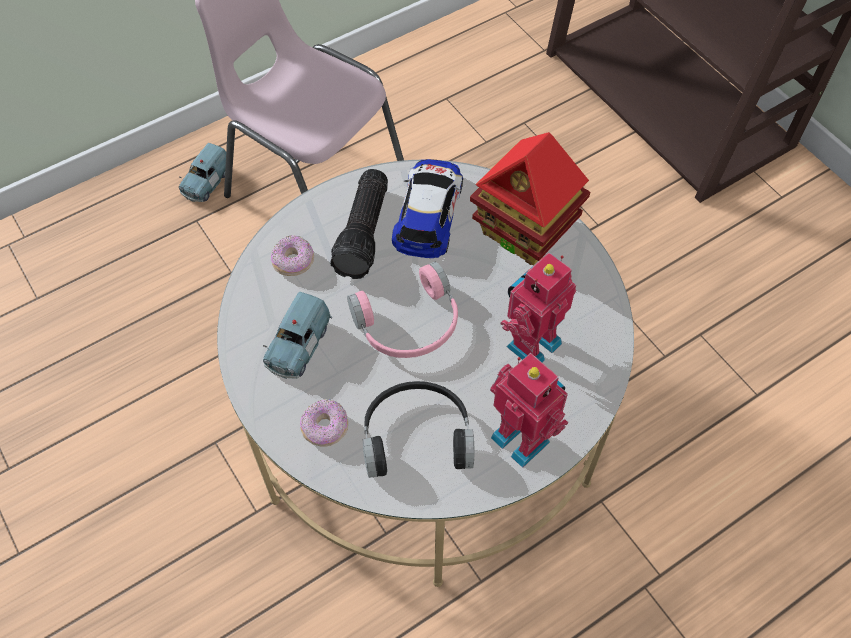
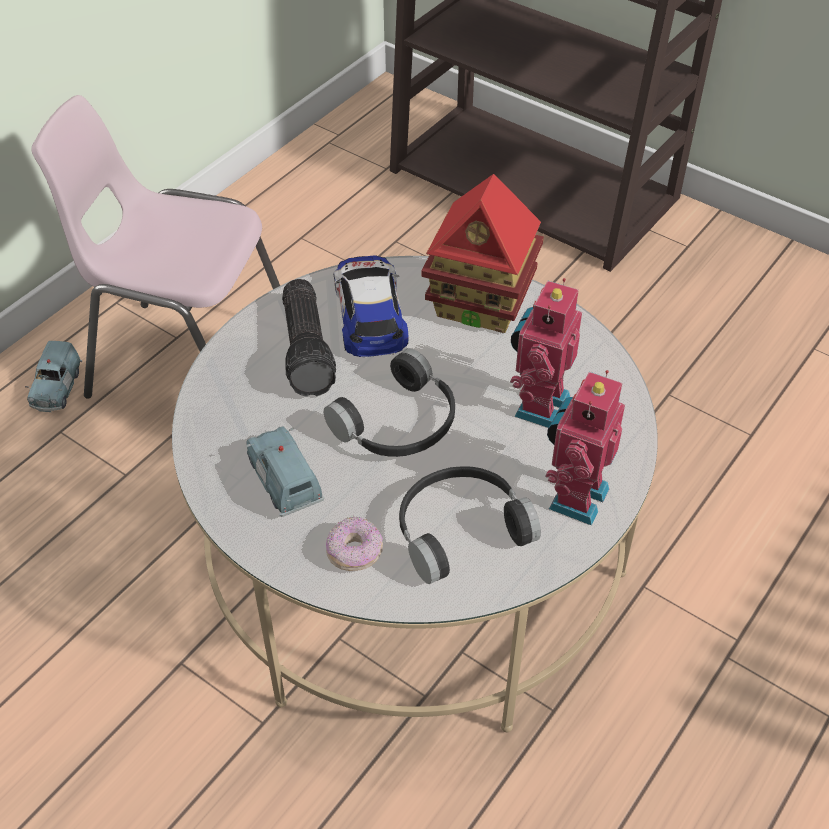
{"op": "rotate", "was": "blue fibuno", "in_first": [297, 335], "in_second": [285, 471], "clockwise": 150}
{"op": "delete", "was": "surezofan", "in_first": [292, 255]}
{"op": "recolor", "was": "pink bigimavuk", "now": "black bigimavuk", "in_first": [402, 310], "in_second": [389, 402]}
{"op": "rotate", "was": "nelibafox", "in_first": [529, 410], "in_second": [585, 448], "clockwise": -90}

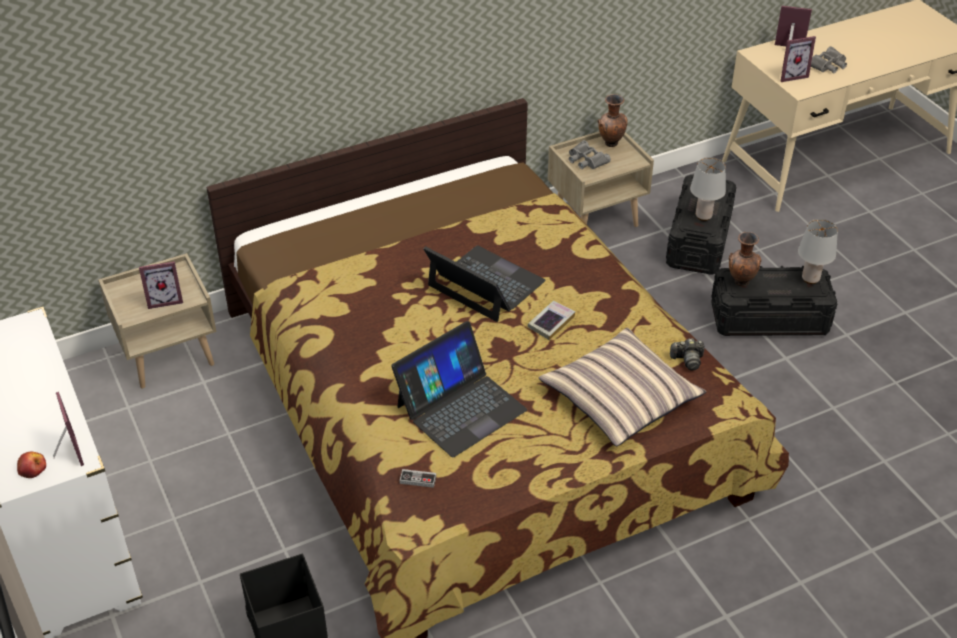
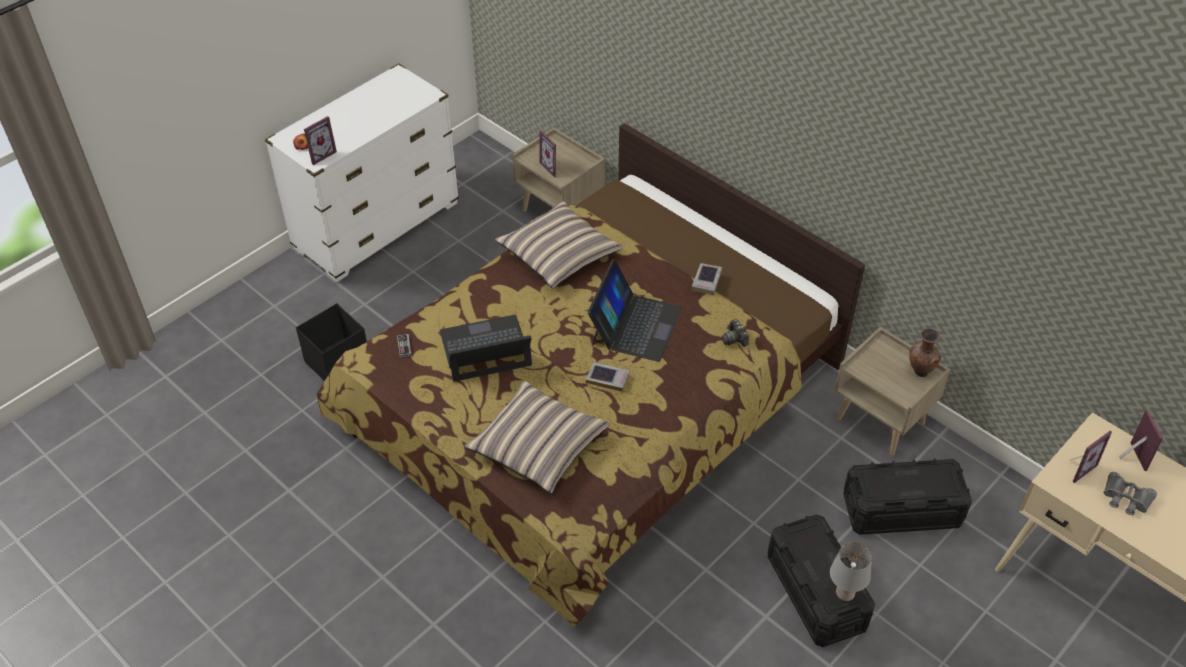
{"op": "rotate", "was": "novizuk", "in_first": [459, 389], "in_second": [486, 348], "clockwise": 135}
{"op": "delete", "was": "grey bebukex", "in_first": [590, 154]}
{"op": "move", "was": "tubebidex", "in_first": [687, 354], "in_second": [735, 333]}
{"op": "delete", "was": "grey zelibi", "in_first": [708, 189]}
{"op": "delete", "was": "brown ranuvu", "in_first": [745, 259]}
{"op": "rotate", "was": "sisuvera", "in_first": [798, 59], "in_second": [1090, 457], "clockwise": -90}
{"op": "insert", "now": "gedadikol", "in_second": [559, 245]}
{"op": "insert", "now": "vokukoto", "in_second": [707, 278]}

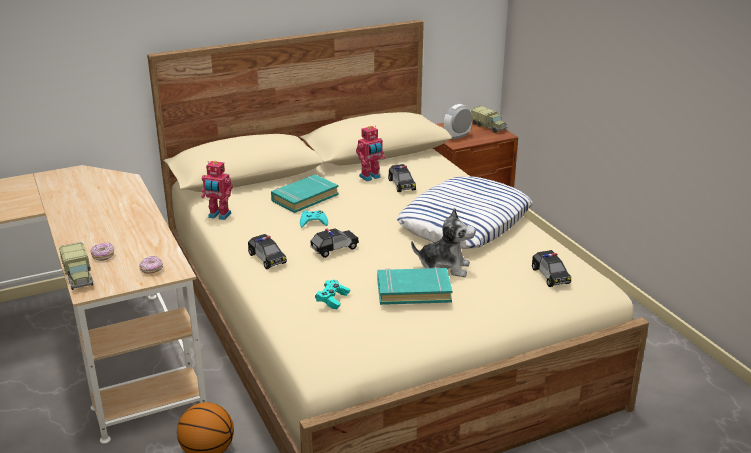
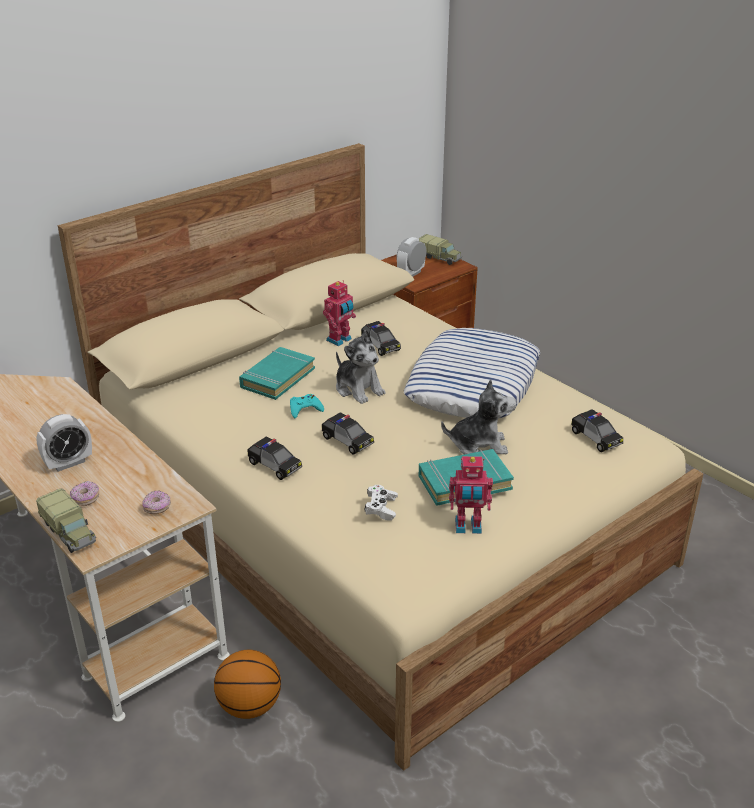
{"op": "move", "was": "nelibafox", "in_first": [217, 190], "in_second": [471, 495]}
{"op": "rotate", "was": "fibuno", "in_first": [334, 243], "in_second": [348, 433], "clockwise": 90}
{"op": "recolor", "was": "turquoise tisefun", "now": "white tisefun", "in_first": [332, 294], "in_second": [381, 502]}
{"op": "insert", "now": "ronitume", "in_second": [64, 443]}
{"op": "insert", "now": "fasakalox", "in_second": [360, 367]}

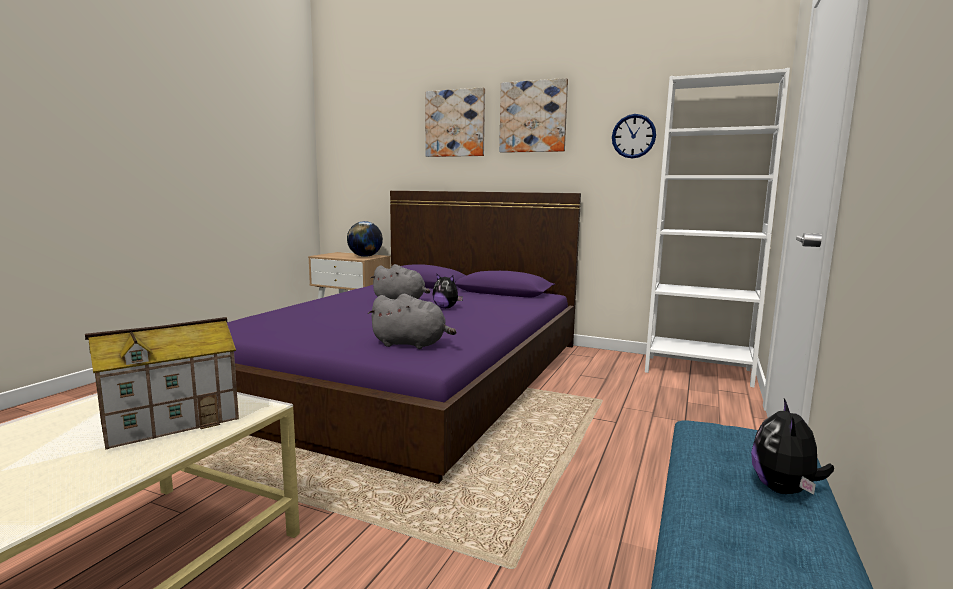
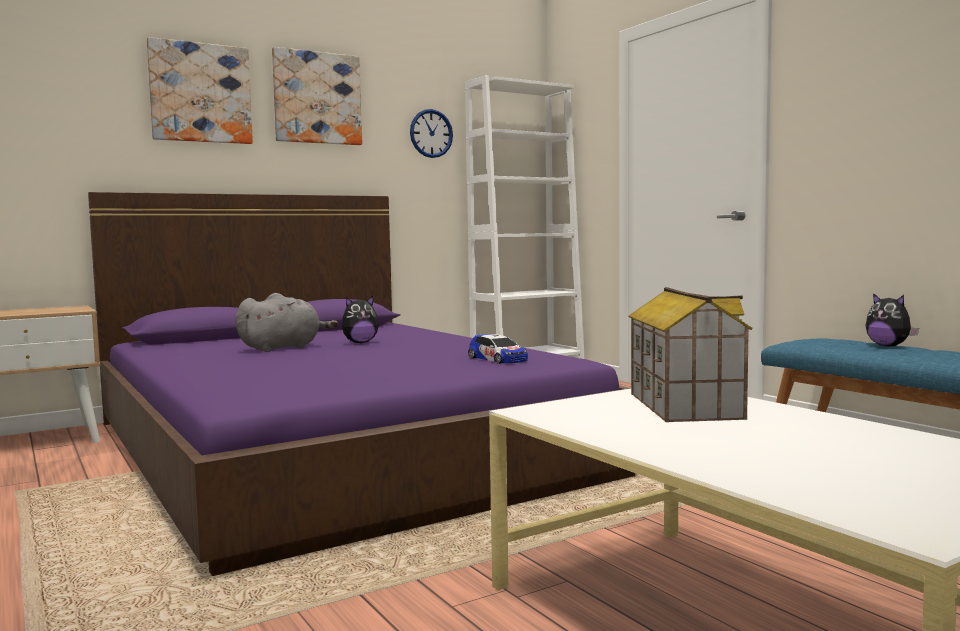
{"op": "delete", "was": "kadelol", "in_first": [365, 239]}
{"op": "replace", "was": "grey fasakalox", "now": "fibuno", "in_first": [412, 321], "in_second": [498, 349]}

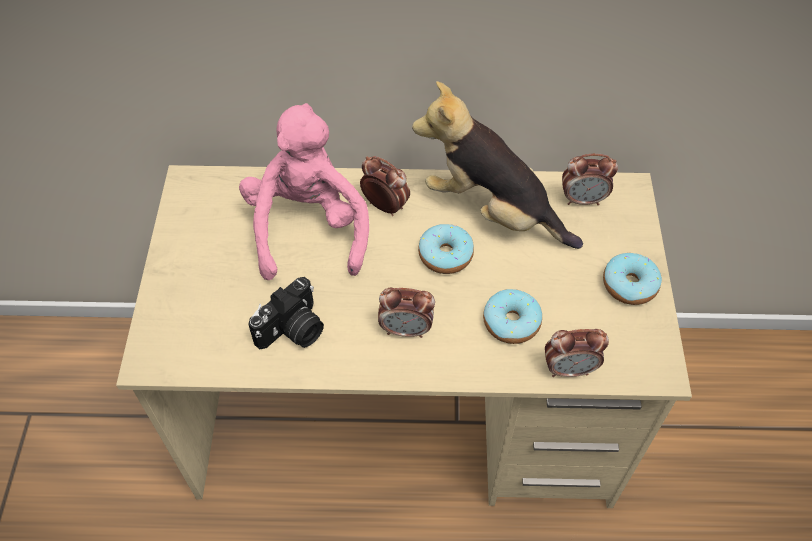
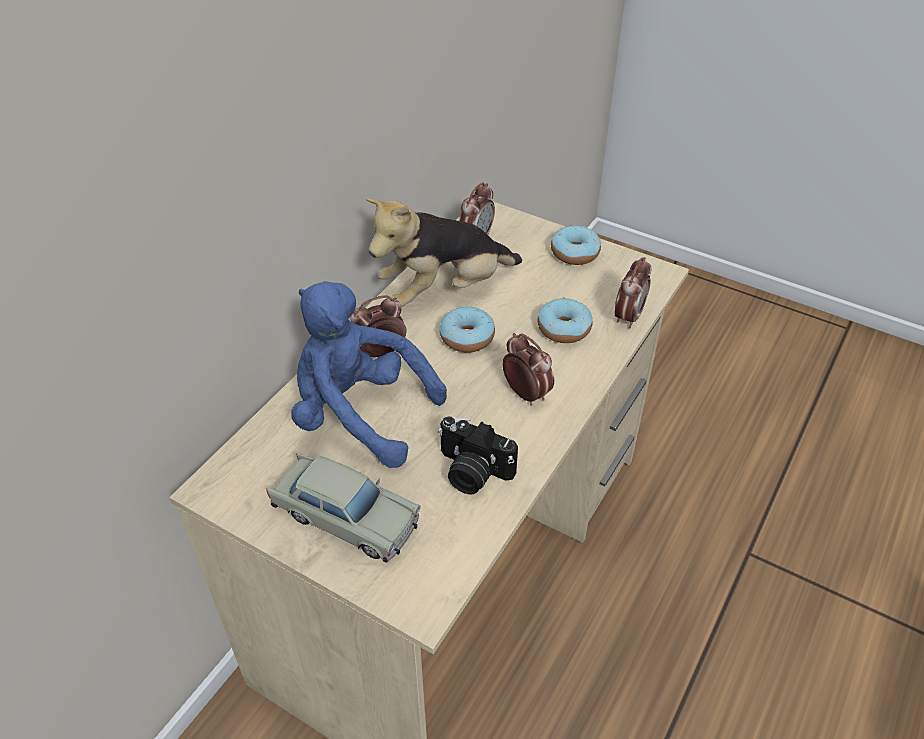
{"op": "recolor", "was": "pink fasakalox", "now": "blue fasakalox", "in_first": [304, 191], "in_second": [369, 374]}
{"op": "rotate", "was": "tubebidex", "in_first": [286, 313], "in_second": [478, 455], "clockwise": 135}
{"op": "rotate", "was": "ronitume", "in_first": [406, 313], "in_second": [528, 369], "clockwise": -75}
{"op": "insert", "now": "beige fibuno", "in_second": [343, 507]}

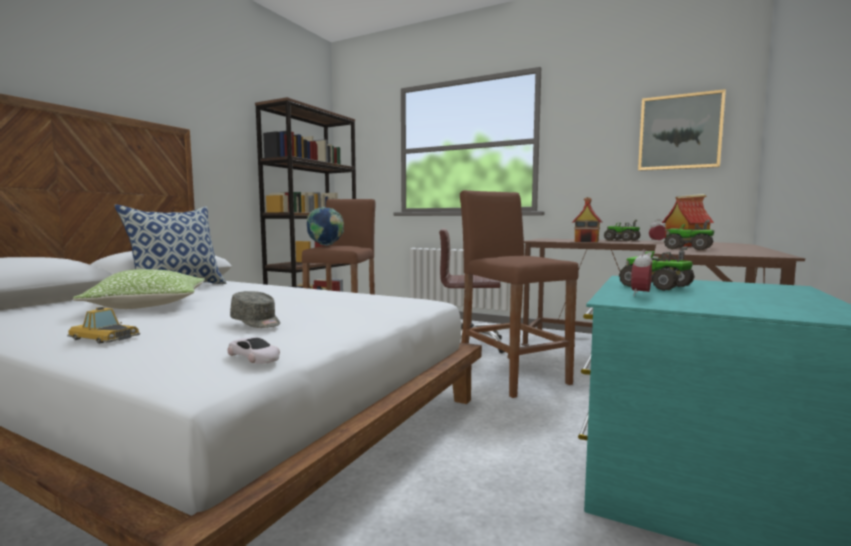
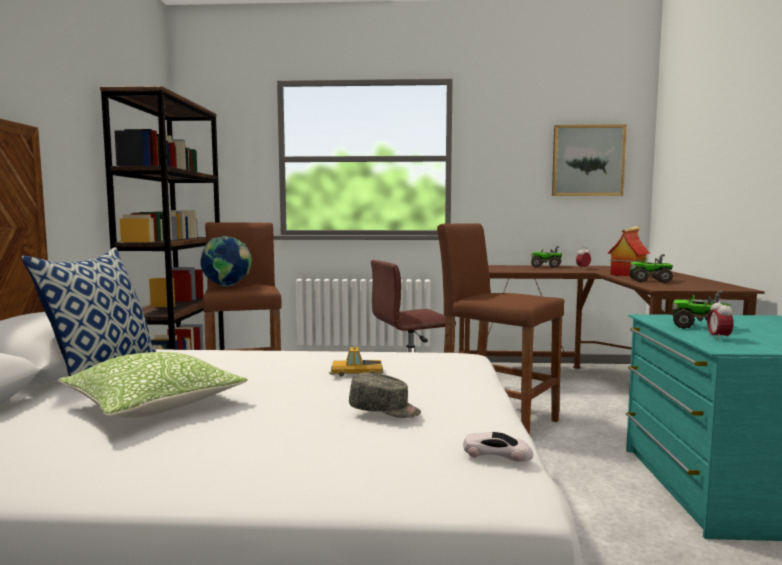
{"op": "move", "was": "fibuno", "in_first": [103, 325], "in_second": [356, 361]}
{"op": "delete", "was": "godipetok", "in_first": [587, 219]}

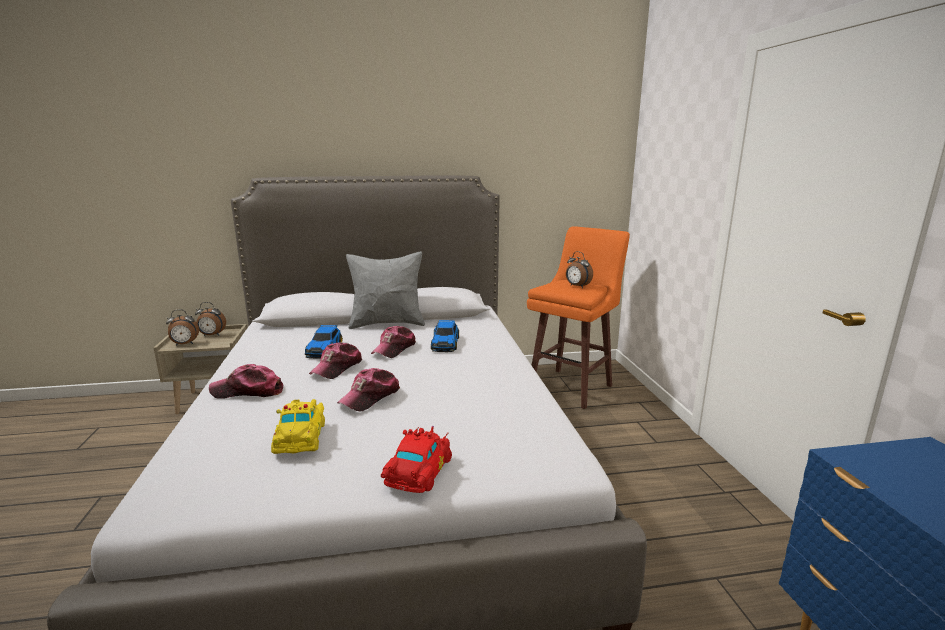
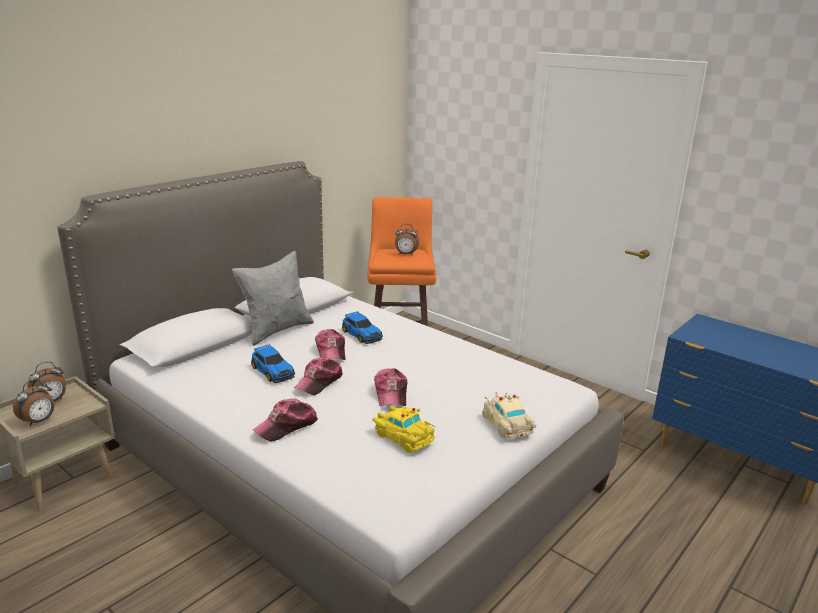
{"op": "rotate", "was": "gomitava", "in_first": [335, 360], "in_second": [318, 376], "clockwise": 45}
{"op": "recolor", "was": "red fibuno", "now": "beige fibuno", "in_first": [416, 459], "in_second": [509, 415]}

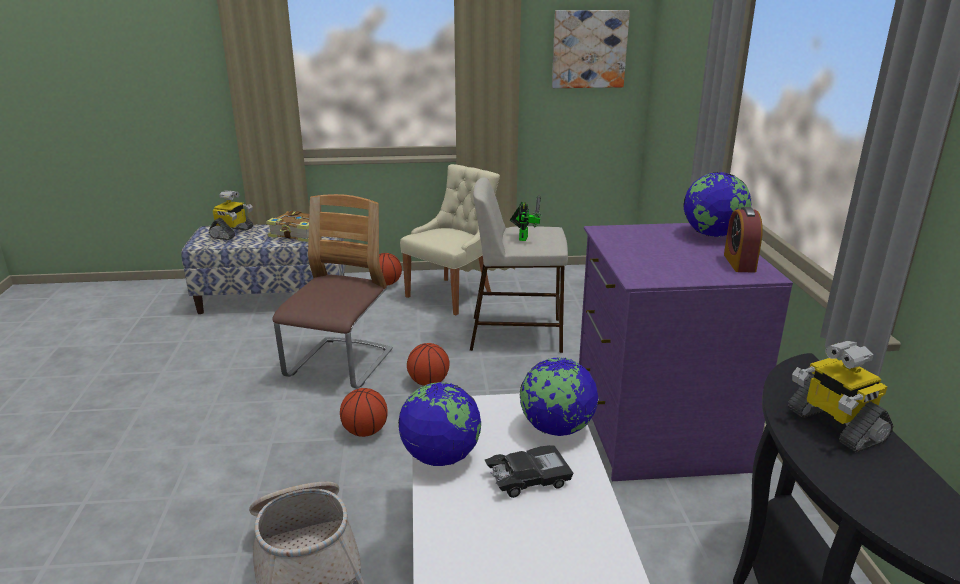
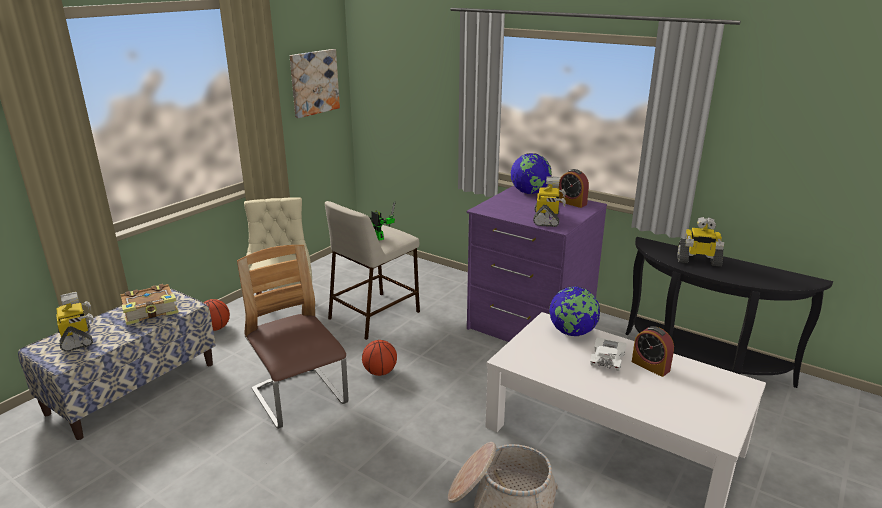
{"op": "delete", "was": "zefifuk", "in_first": [364, 412]}
{"op": "delete", "was": "kadelol", "in_first": [439, 424]}
{"op": "recolor", "was": "black fibuno", "now": "white fibuno", "in_first": [529, 471], "in_second": [608, 354]}
{"op": "insert", "now": "nelibafox", "in_second": [549, 201]}
{"op": "insert", "now": "ronitume", "in_second": [653, 351]}

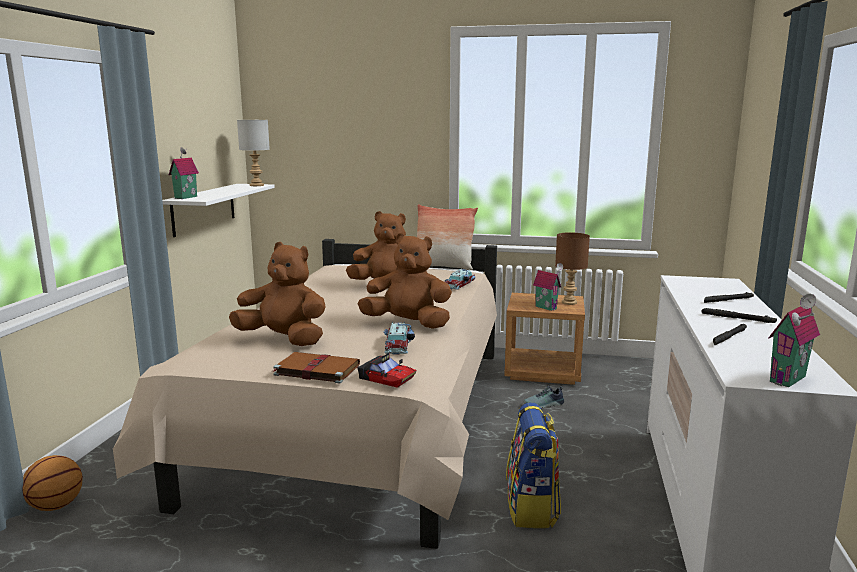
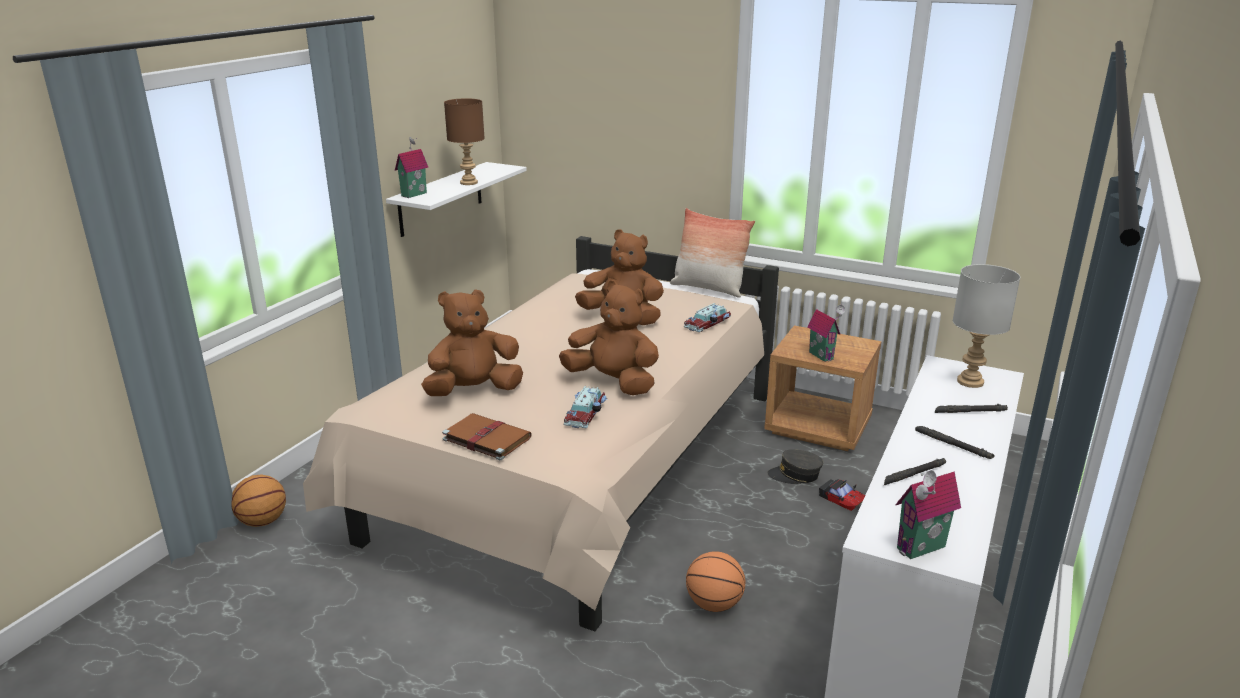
{"op": "rotate", "was": "brown fasakalox", "in_first": [277, 294], "in_second": [472, 342], "clockwise": -60}
{"op": "move", "was": "grey zelibi", "in_first": [253, 153], "in_second": [986, 326]}
{"op": "move", "was": "fibuno", "in_first": [386, 370], "in_second": [842, 495]}
{"op": "replace", "was": "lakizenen", "now": "zefifuk", "in_first": [533, 465], "in_second": [716, 581]}
{"op": "replace", "was": "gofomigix", "now": "grey gomitava", "in_first": [544, 397], "in_second": [795, 466]}
{"op": "move", "was": "brown zelibi", "in_first": [572, 268], "in_second": [464, 141]}

